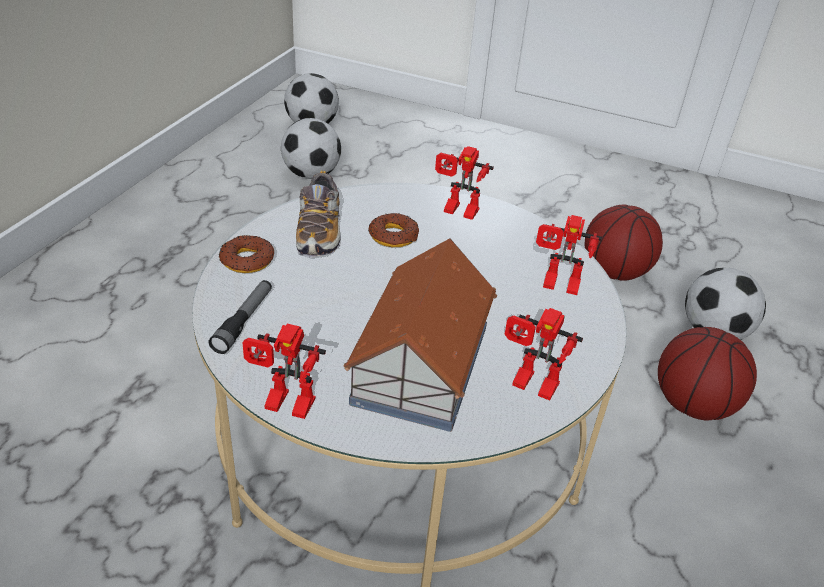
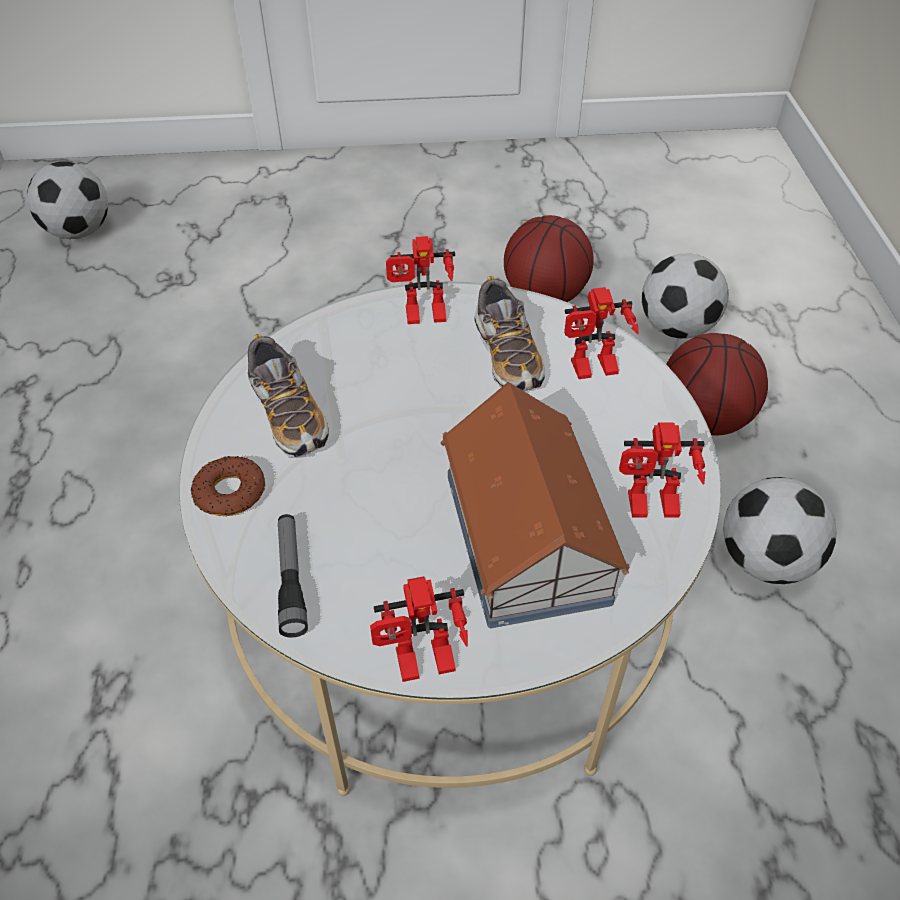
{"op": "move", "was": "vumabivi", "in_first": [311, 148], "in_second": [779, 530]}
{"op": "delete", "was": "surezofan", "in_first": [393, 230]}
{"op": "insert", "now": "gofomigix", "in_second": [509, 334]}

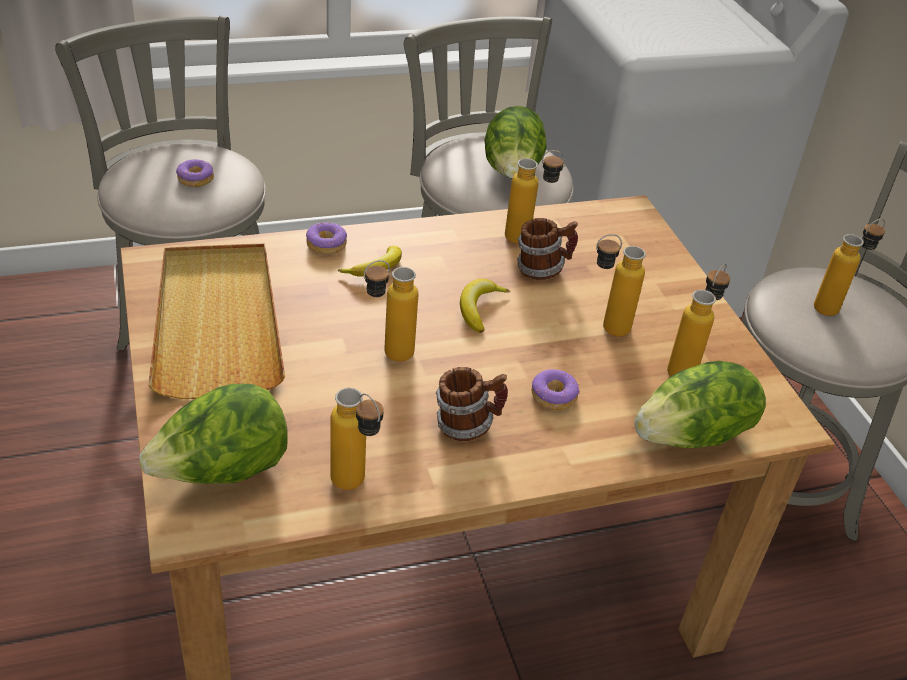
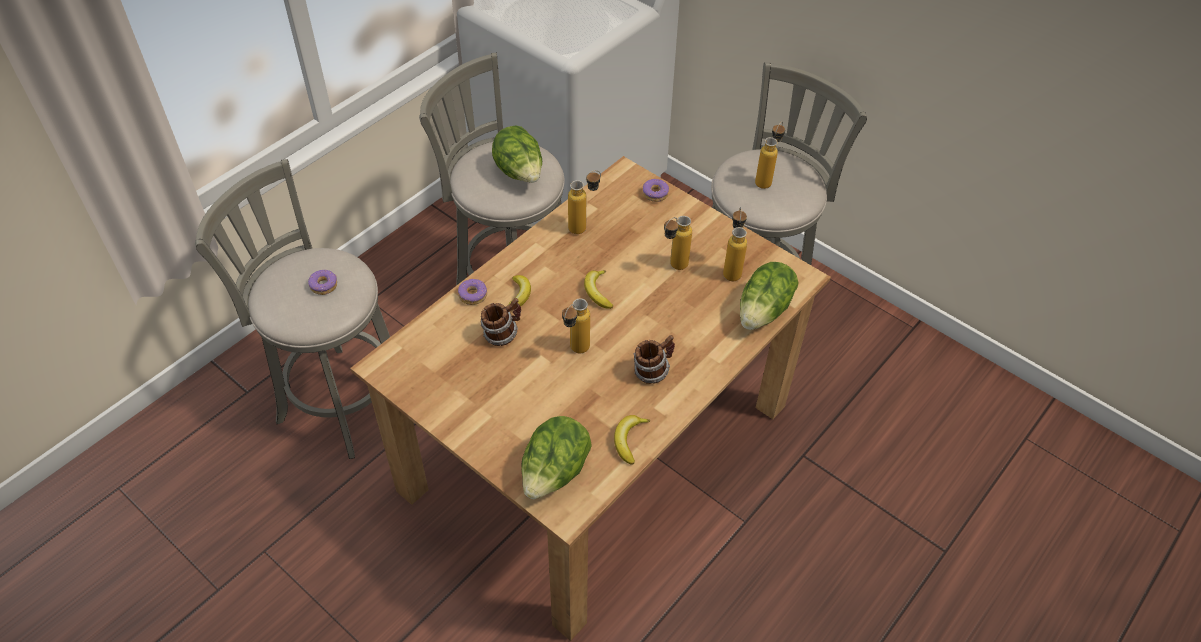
{"op": "delete", "was": "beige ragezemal", "in_first": [216, 321]}
{"op": "replace", "was": "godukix", "now": "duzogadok", "in_first": [357, 439], "in_second": [632, 440]}
{"op": "move", "was": "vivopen", "in_first": [547, 249], "in_second": [501, 322]}
{"op": "move", "was": "surezofan", "in_first": [556, 389], "in_second": [656, 190]}

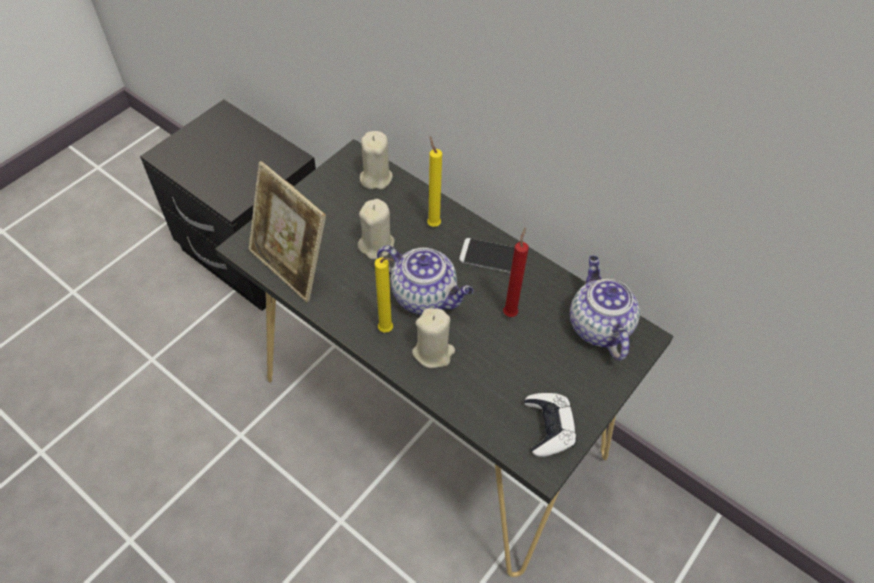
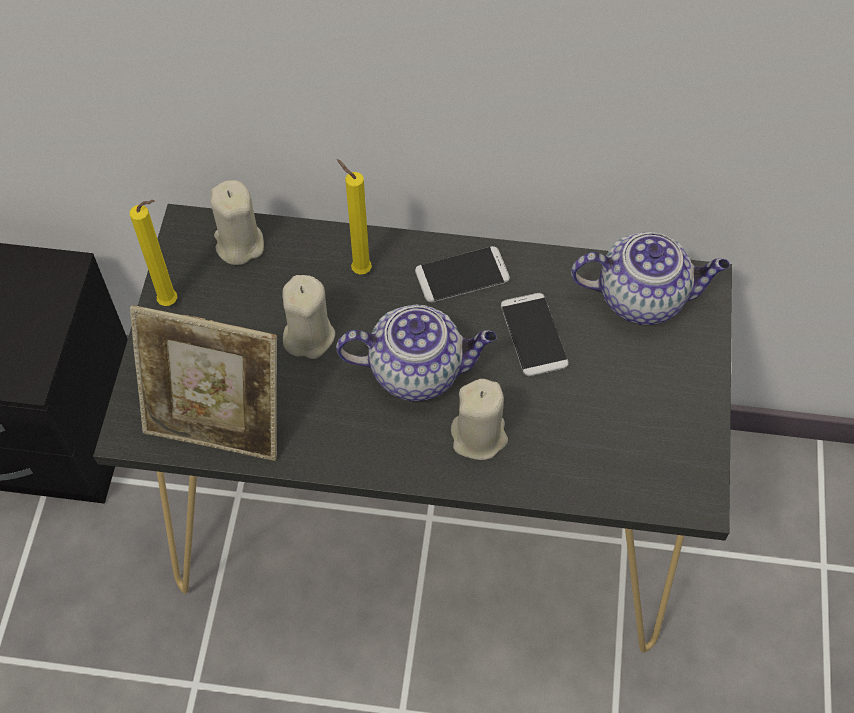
{"op": "move", "was": "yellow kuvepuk", "in_first": [384, 295], "in_second": [153, 253]}
{"op": "replace", "was": "red kuvepuk", "now": "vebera", "in_first": [516, 272], "in_second": [535, 334]}
{"op": "delete", "was": "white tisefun", "in_first": [550, 425]}
{"op": "rotate", "was": "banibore", "in_first": [605, 307], "in_second": [650, 278], "clockwise": 135}

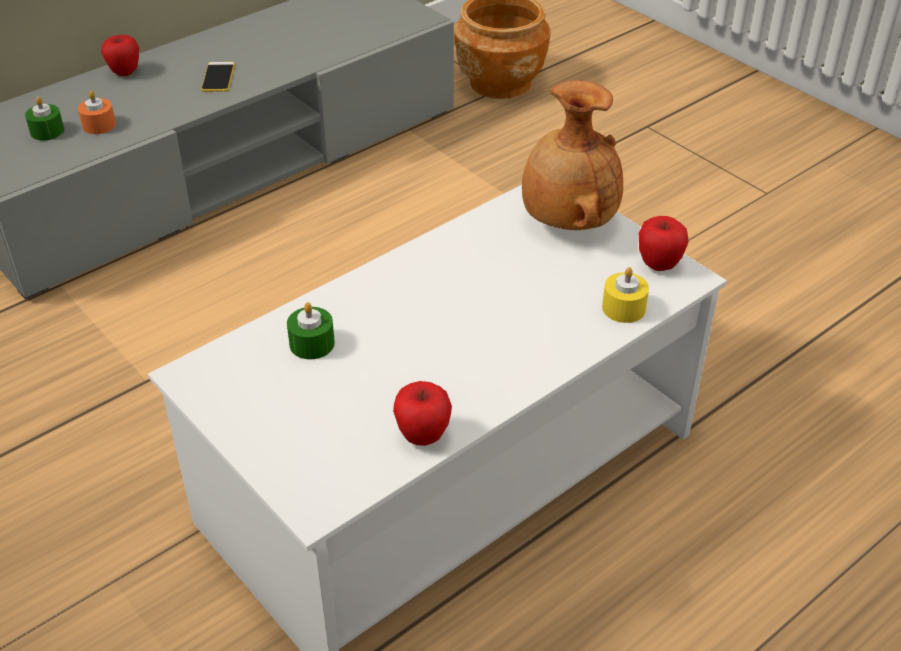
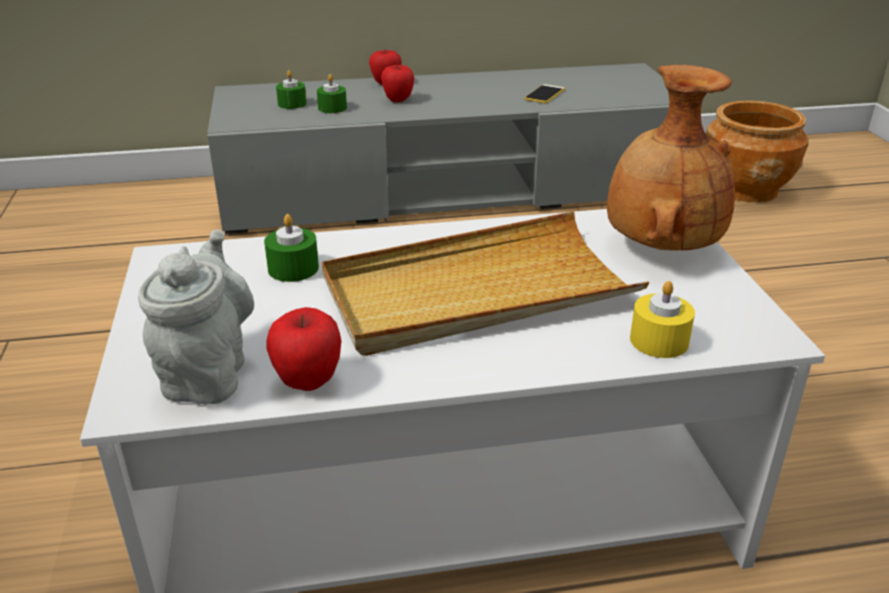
{"op": "recolor", "was": "orange kuvepuk", "now": "green kuvepuk", "in_first": [97, 112], "in_second": [332, 93]}
{"op": "move", "was": "vebera", "in_first": [218, 77], "in_second": [544, 93]}
{"op": "move", "was": "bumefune", "in_first": [664, 243], "in_second": [397, 83]}
{"op": "insert", "now": "grey banibore", "in_second": [196, 316]}
{"op": "insert", "now": "beige ragezemal", "in_second": [486, 283]}

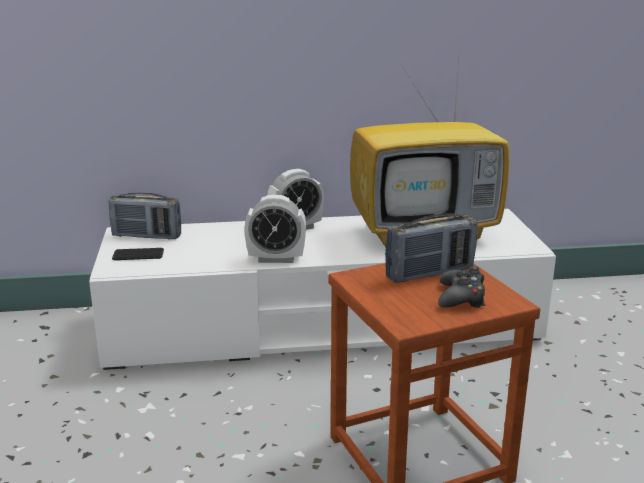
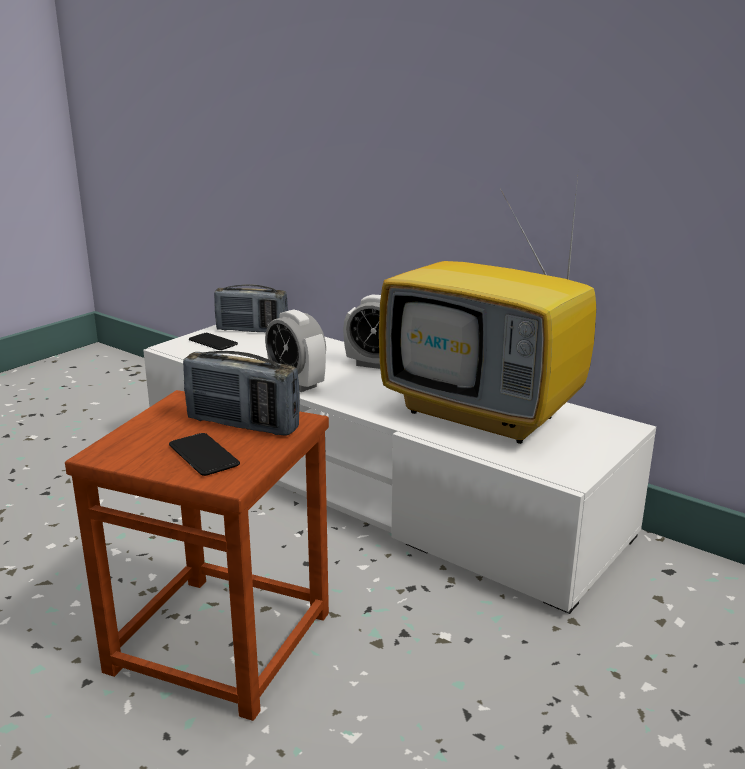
{"op": "rotate", "was": "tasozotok", "in_first": [144, 216], "in_second": [251, 308], "clockwise": -45}
{"op": "replace", "was": "black tisefun", "now": "vebera", "in_first": [461, 287], "in_second": [204, 454]}

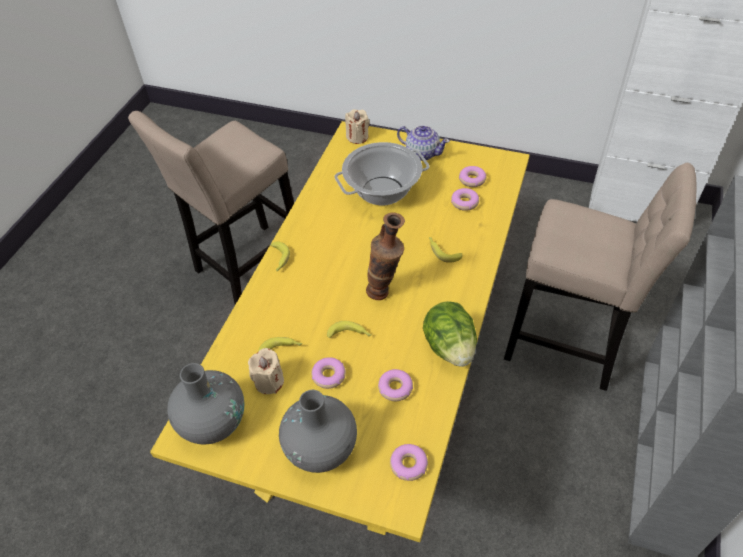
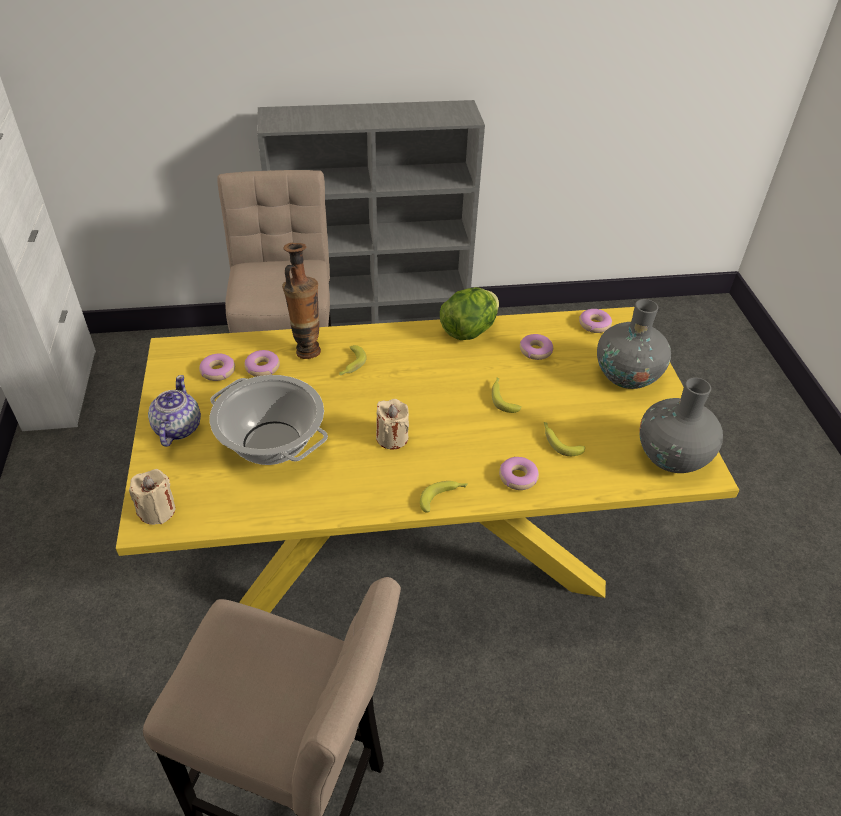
{"op": "move", "was": "beige kuvepuk", "in_first": [266, 371], "in_second": [392, 424]}
{"op": "move", "was": "surezofan", "in_first": [328, 373], "in_second": [519, 473]}
{"op": "move", "was": "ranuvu", "in_first": [385, 256], "in_second": [301, 300]}

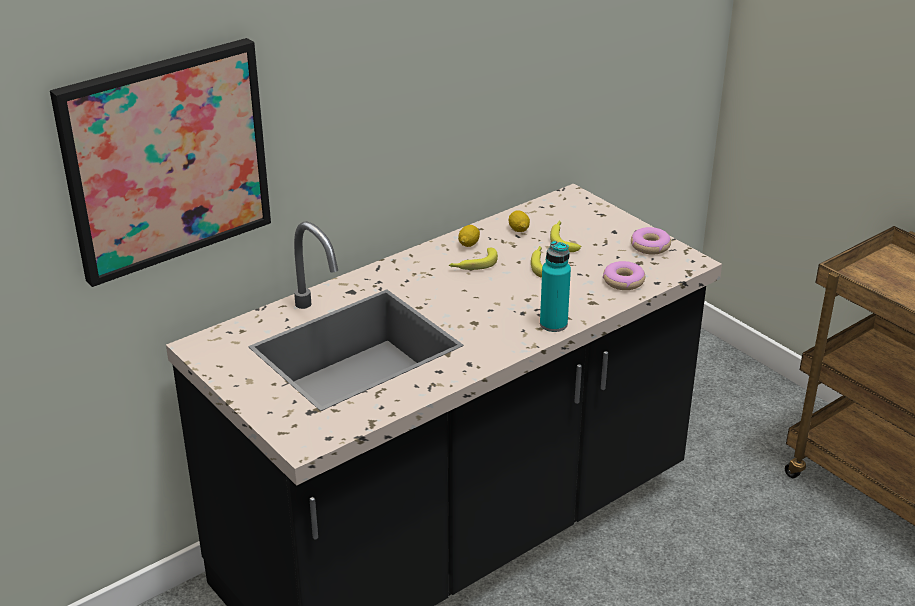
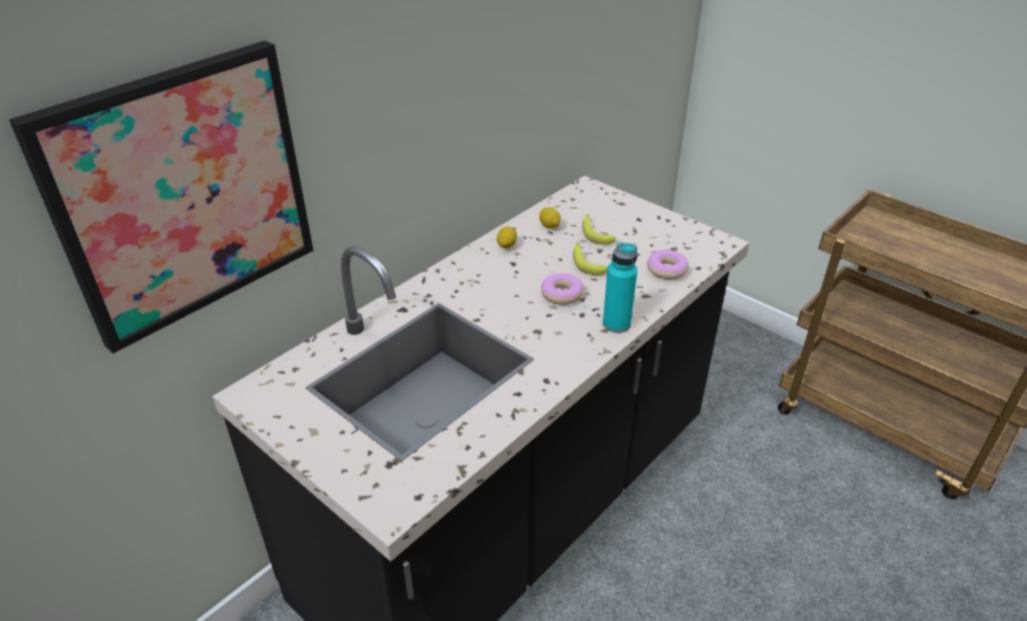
{"op": "delete", "was": "duzogadok", "in_first": [473, 259]}
{"op": "move", "was": "surezofan", "in_first": [651, 241], "in_second": [562, 289]}

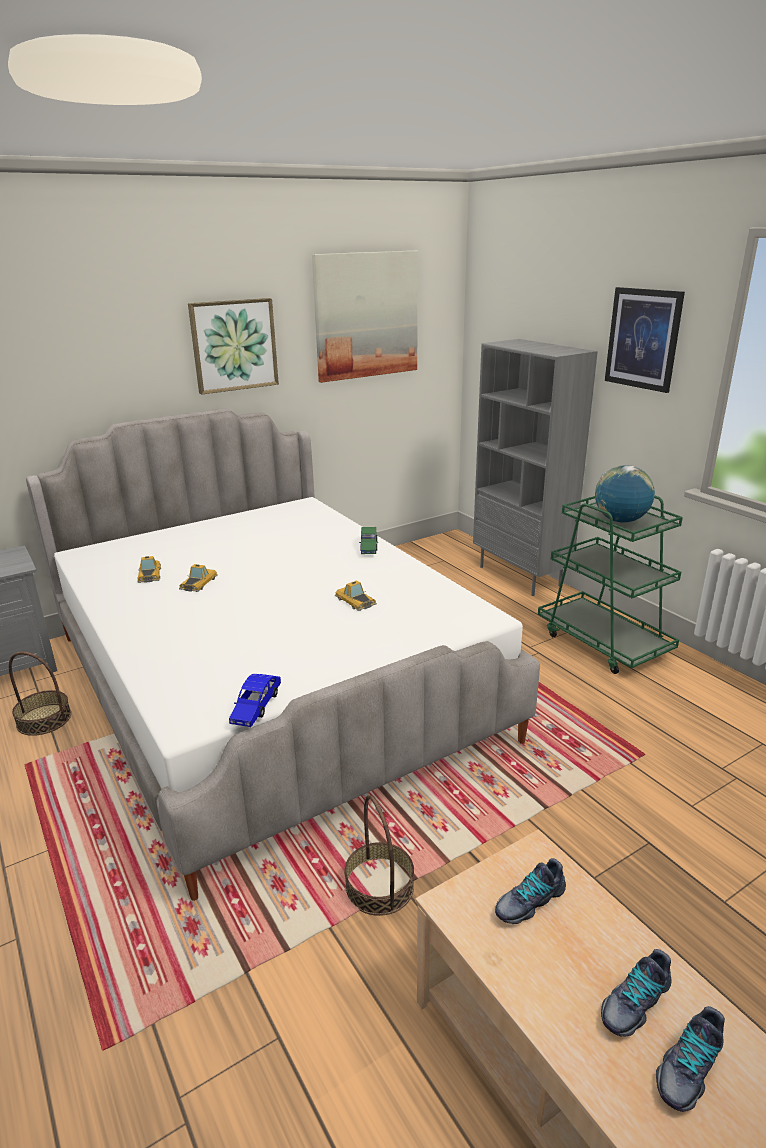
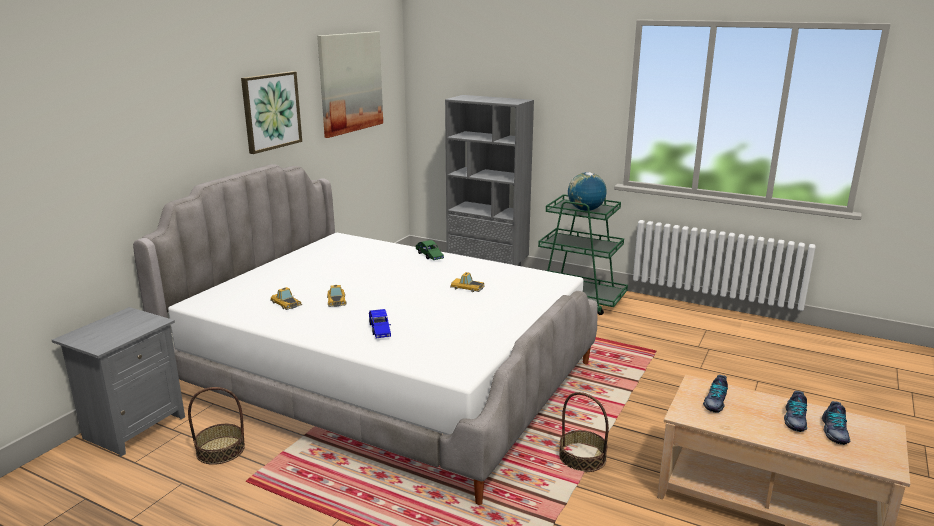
{"op": "move", "was": "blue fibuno", "in_first": [255, 700], "in_second": [380, 323]}
{"op": "delete", "was": "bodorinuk", "in_first": [645, 340]}

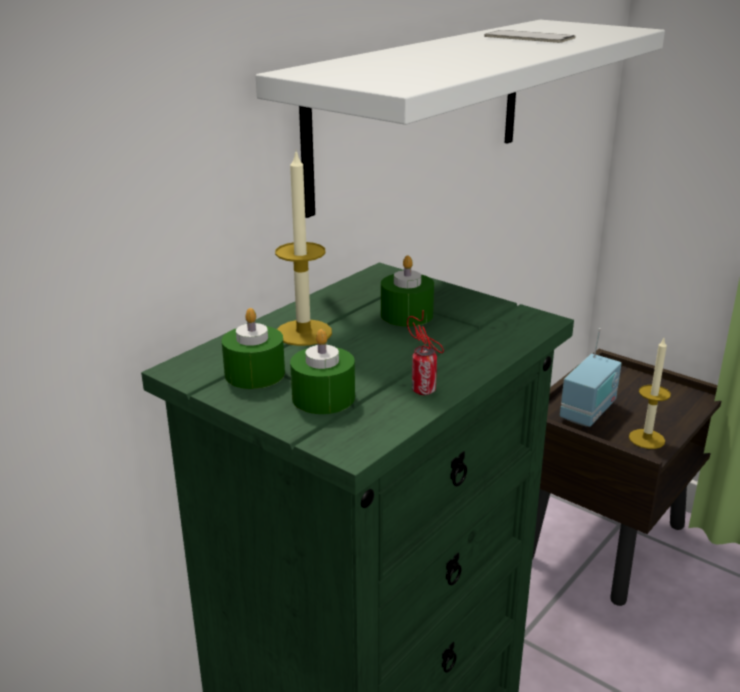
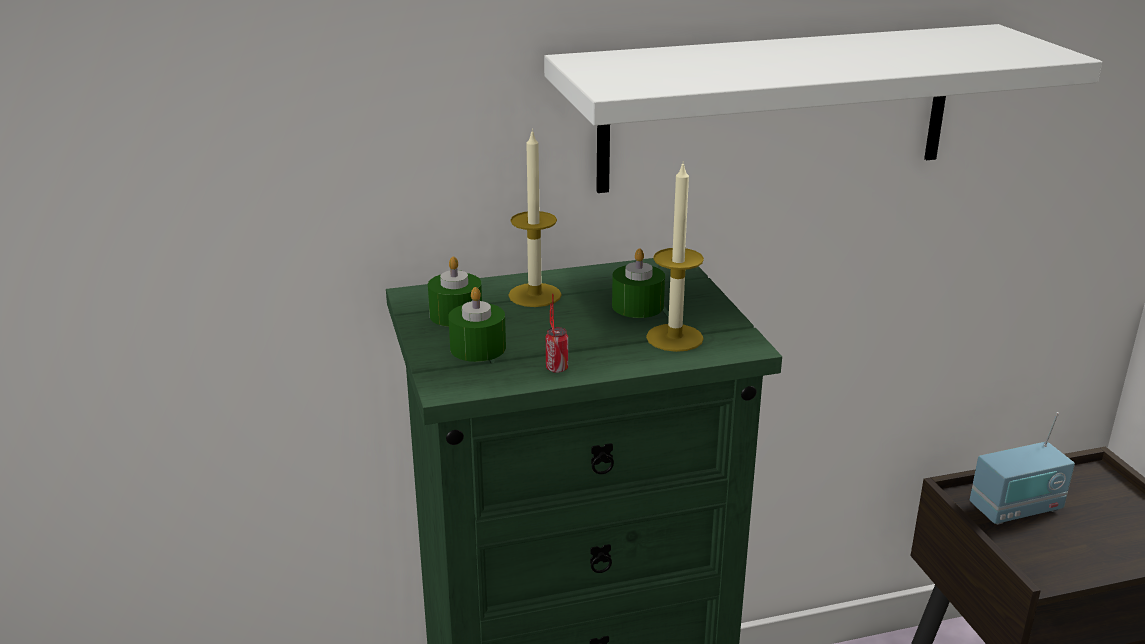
{"op": "delete", "was": "vebera", "in_first": [529, 36]}
{"op": "move", "was": "kuvepuk", "in_first": [650, 393], "in_second": [675, 258]}

